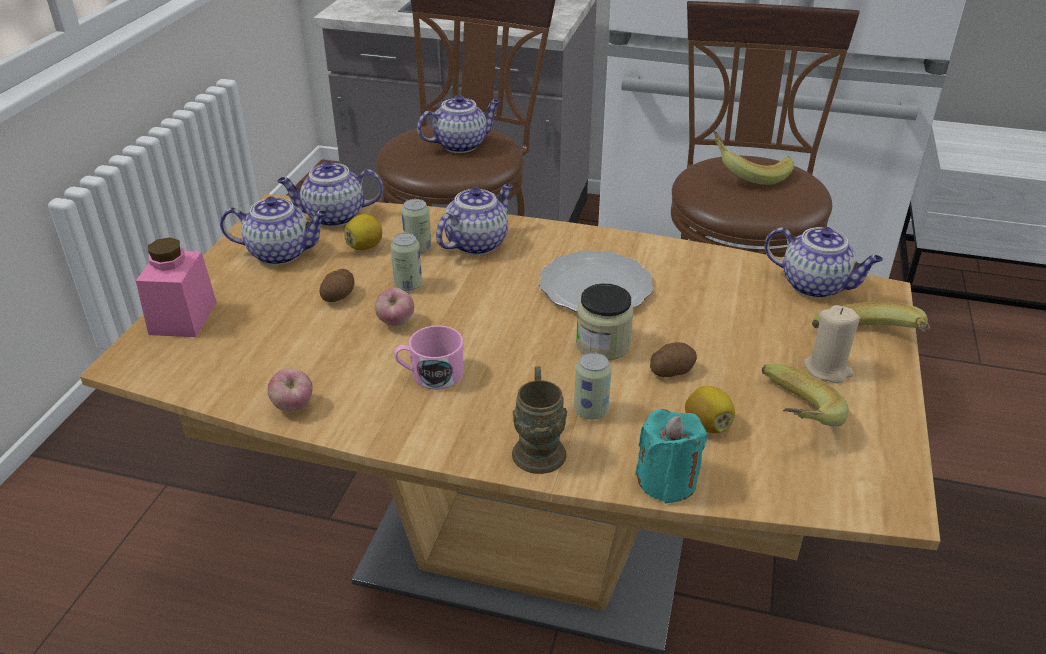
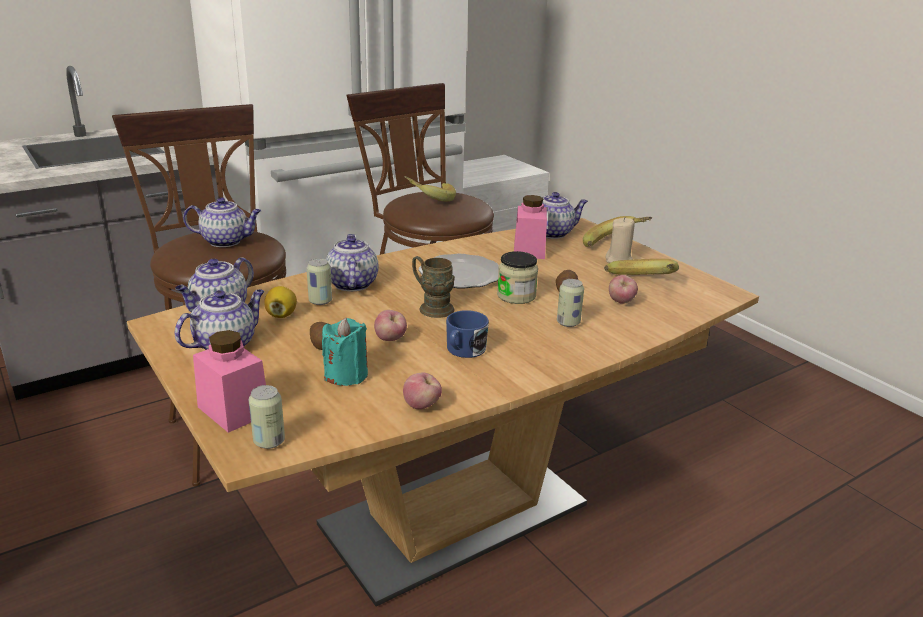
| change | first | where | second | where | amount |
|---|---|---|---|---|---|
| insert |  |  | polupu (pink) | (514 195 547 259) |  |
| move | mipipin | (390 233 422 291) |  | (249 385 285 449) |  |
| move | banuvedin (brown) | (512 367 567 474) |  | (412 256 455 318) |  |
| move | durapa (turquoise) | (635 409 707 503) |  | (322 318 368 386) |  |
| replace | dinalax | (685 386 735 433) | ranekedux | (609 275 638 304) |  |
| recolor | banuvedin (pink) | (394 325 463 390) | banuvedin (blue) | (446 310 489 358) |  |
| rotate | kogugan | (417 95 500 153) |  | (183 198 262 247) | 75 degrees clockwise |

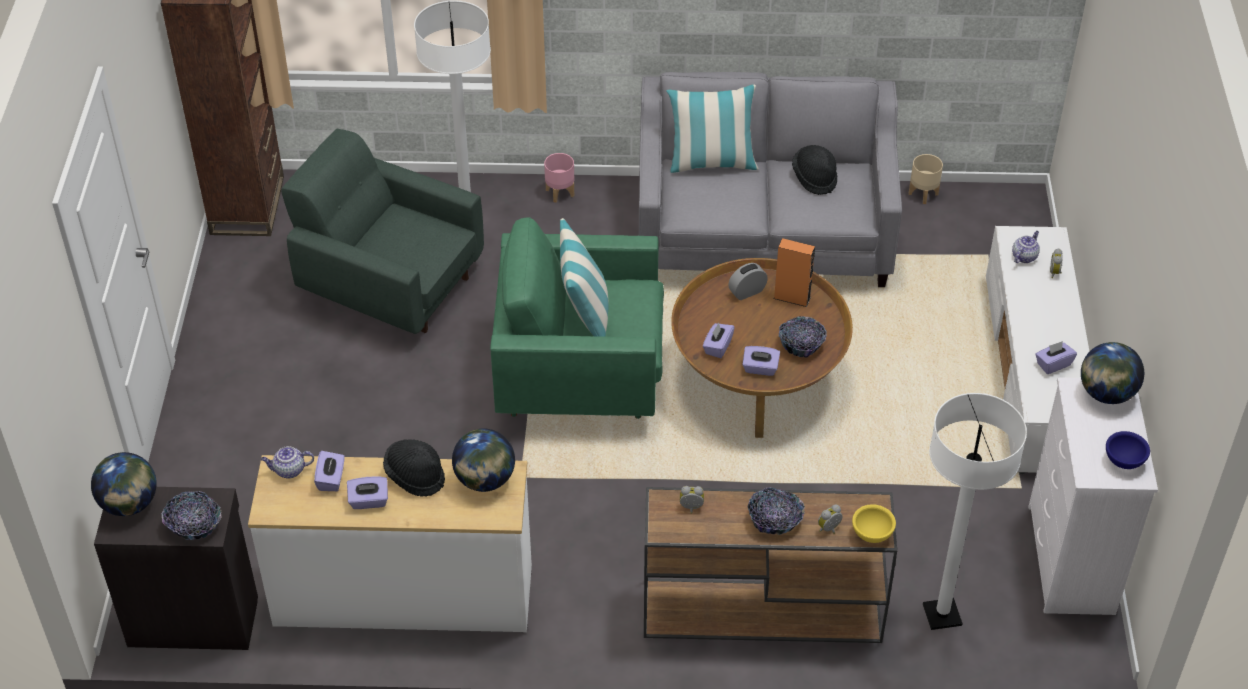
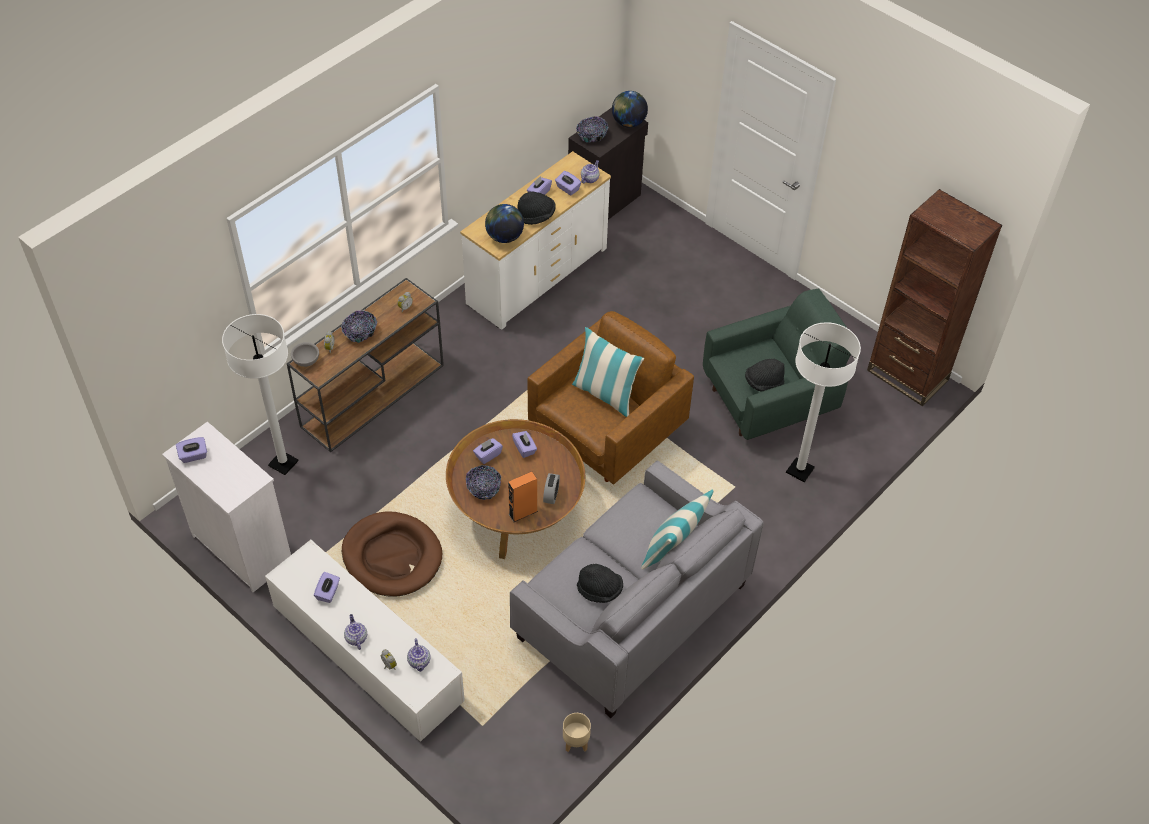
| change | first | where | second | where | amount |
|---|---|---|---|---|---|
| delete | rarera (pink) | (544 153 574 203) |  |  |  |
| delete | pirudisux | (1081 342 1144 404) |  |  |  |
| insert |  |  | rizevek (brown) | (342 511 442 597) |  |
| insert |  |  | kogugan | (344 614 367 650) |  |
| insert |  |  | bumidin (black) | (745 359 784 392) |  |
| replace | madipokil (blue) | (1106 431 1150 469) | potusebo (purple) | (176 437 207 463) |  |
| recolor | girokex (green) | (490 218 664 419) | girokex (brown) | (527 311 694 484) |  |
| recolor | madipokil (yellow) | (852 504 896 543) | madipokil (grey) | (291 342 319 367) |  |

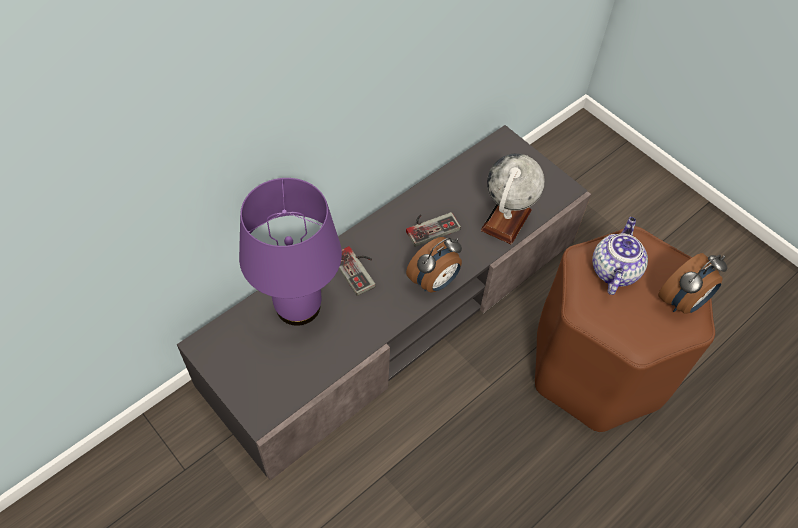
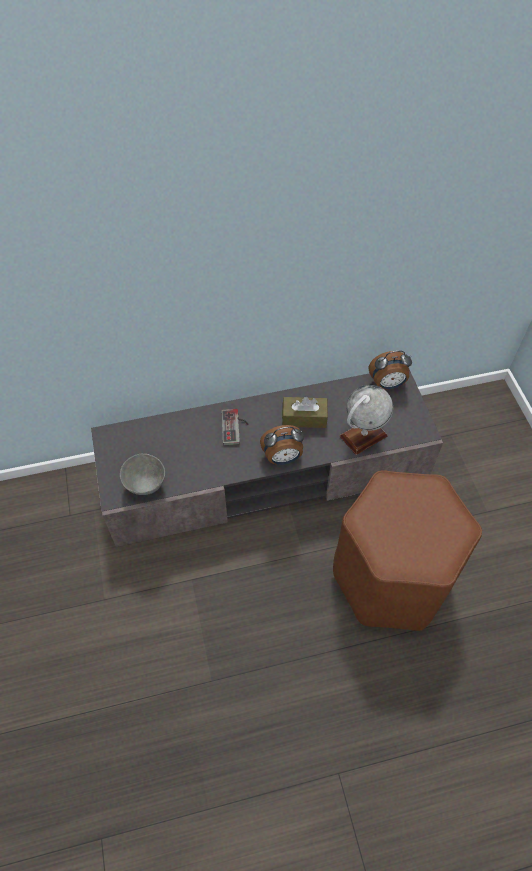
| change | first | where | second | where | amount |
|---|---|---|---|---|---|
| delete | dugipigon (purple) | (239 178 342 326) |  |  |  |
| delete | kogugan | (592 217 648 295) |  |  |  |
| insert |  |  | madipokil (grey) | (120 454 165 495) |  |
| move | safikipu | (658 253 727 314) |  | (369 351 412 390) |  |
| replace | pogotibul | (406 212 461 247) | potusebo (brown) | (282 397 328 428) |  |

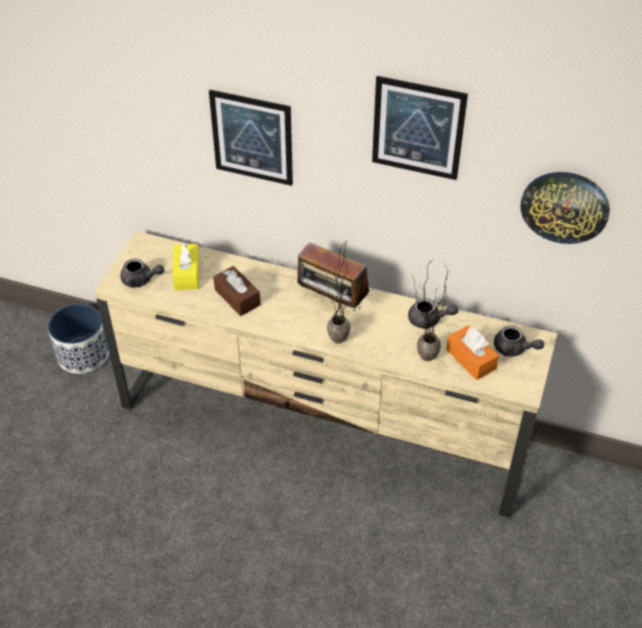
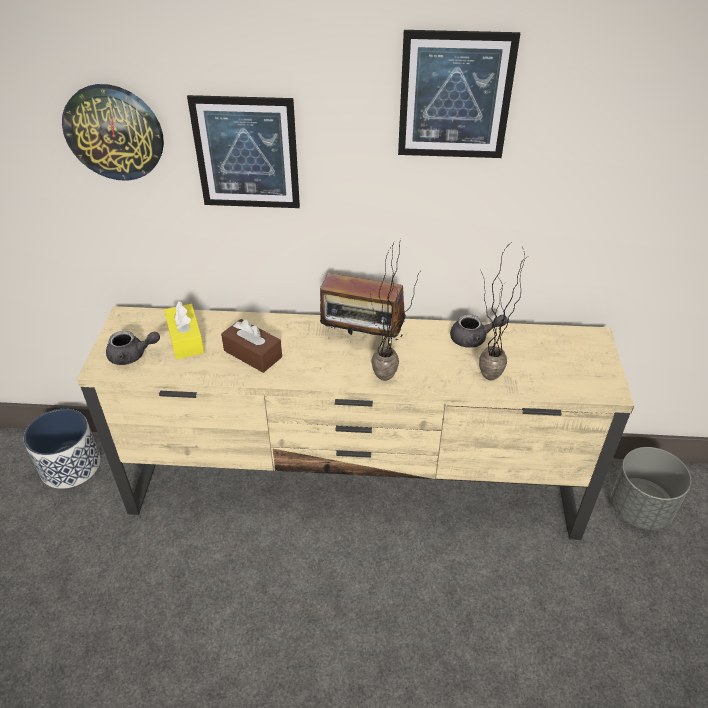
| change | first | where | second | where | amount |
|---|---|---|---|---|---|
| delete | potusebo (orange) | (446 325 499 380) |  |  |  |
| delete | kogugan (grey) | (494 325 544 356) |  |  |  |
| insert |  |  | rarera (grey) | (610 447 691 530) |  |
| move | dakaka | (520 172 610 244) |  | (62 84 164 181) |  |

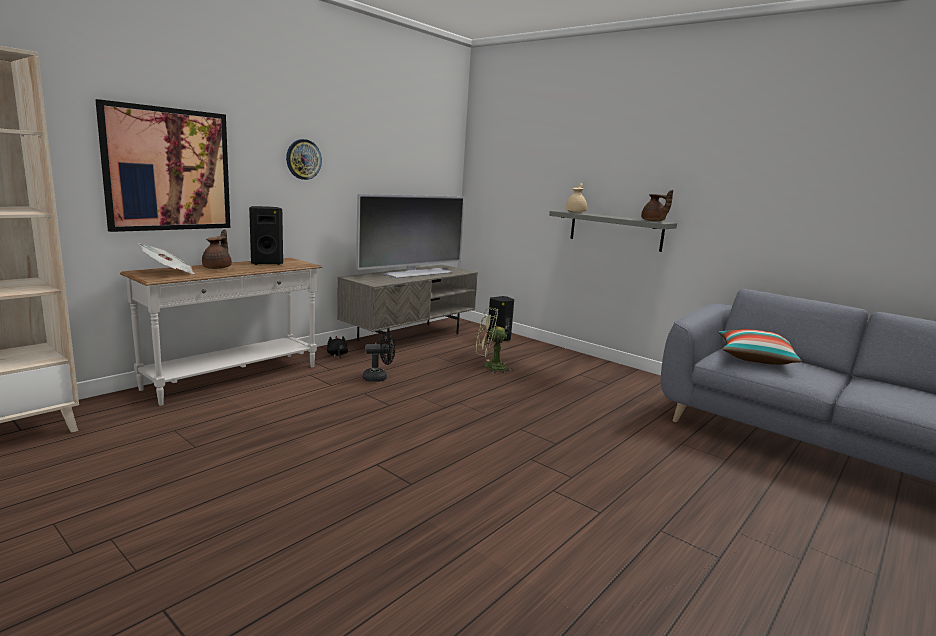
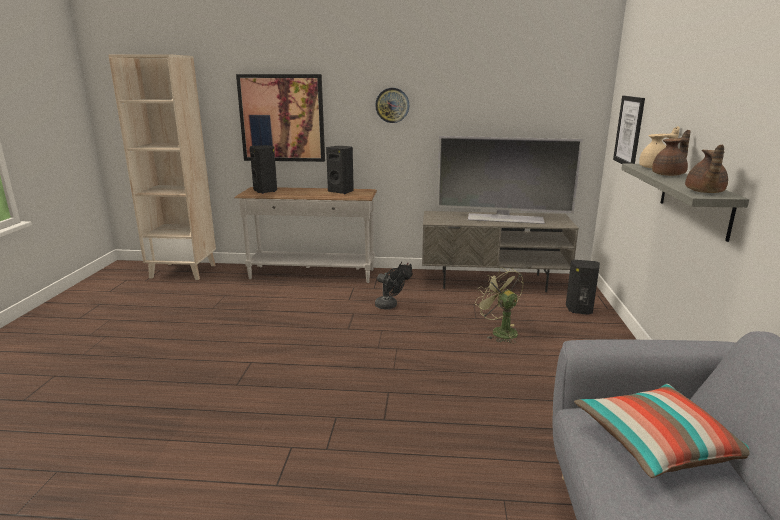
| change | first | where | second | where | amount |
|---|---|---|---|---|---|
| insert |  |  | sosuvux | (613 96 645 164) |  |
| move | kogugan (brown) | (202 229 232 269) |  | (652 130 691 176) |  |
| replace | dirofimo | (138 243 195 274) | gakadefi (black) | (250 145 277 194) |  |

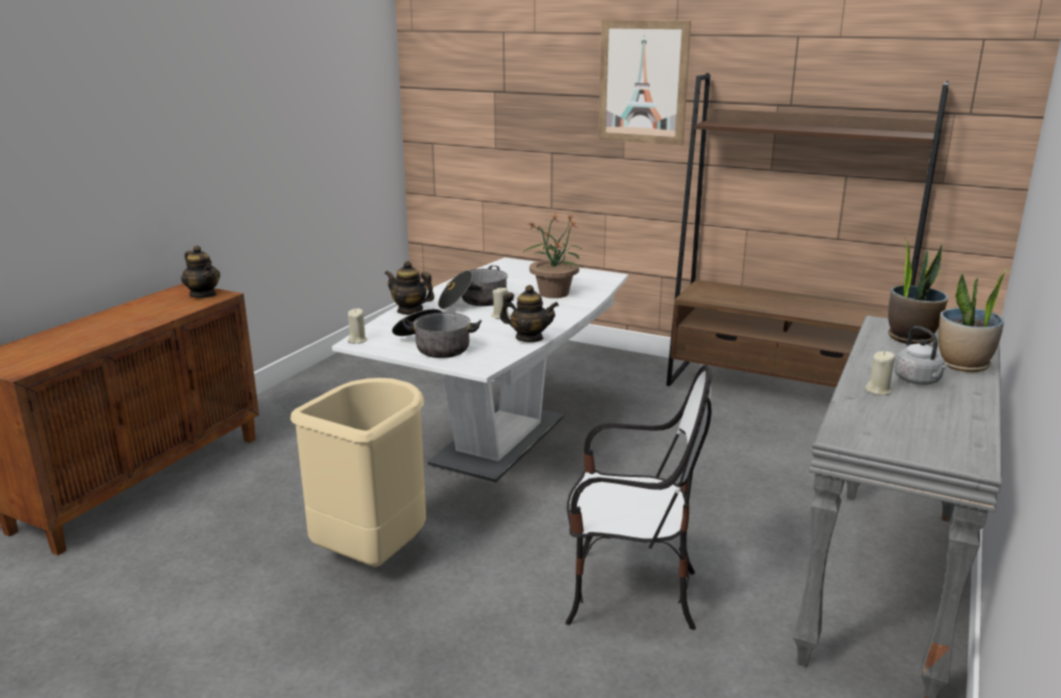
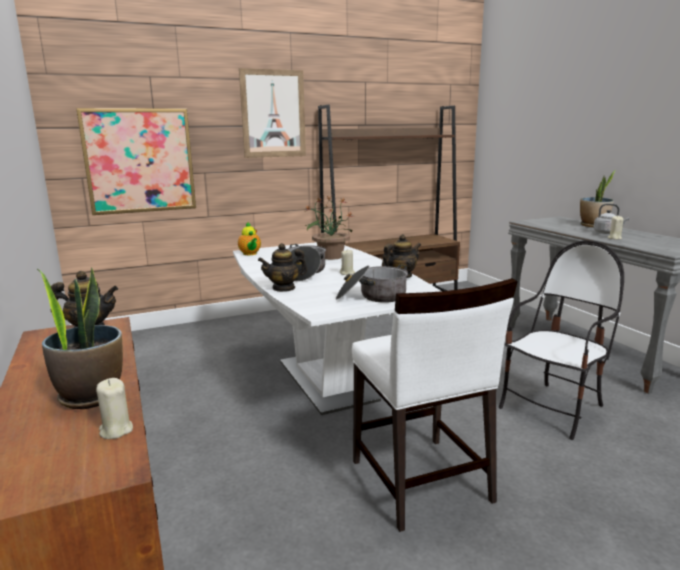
| change | first | where | second | where | amount |
|---|---|---|---|---|---|
| insert |  |  | sosuvux | (76 108 196 215) |  |
| insert |  |  | kogugan | (238 222 261 255) |  |
| move | durapa (beige) | (348 309 367 344) |  | (96 378 133 439) |  |
| move | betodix | (888 238 948 344) |  | (36 267 123 409) |  |
| replace | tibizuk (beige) | (290 378 426 567) | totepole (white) | (352 278 518 532) |  |

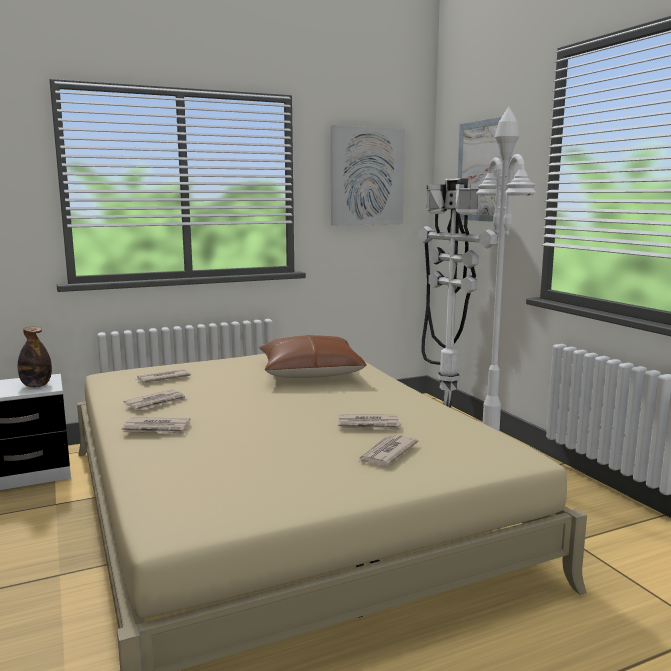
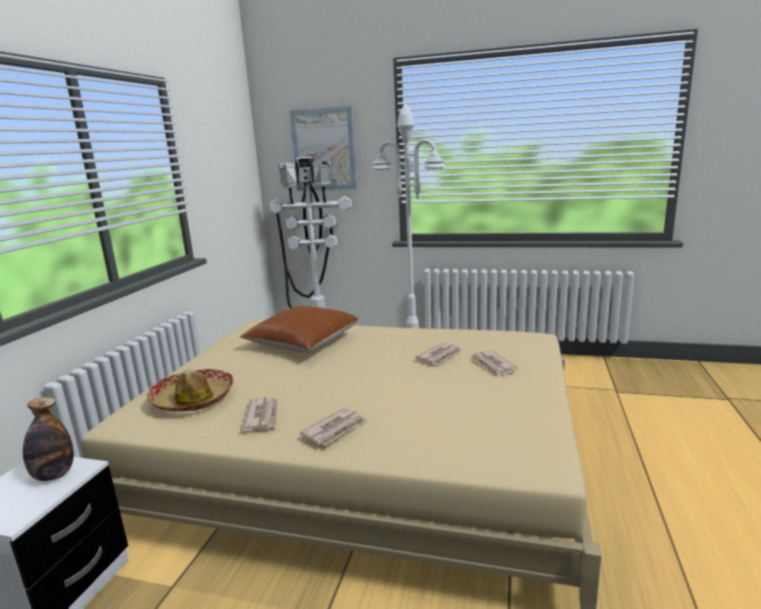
| change | first | where | second | where | amount |
|---|---|---|---|---|---|
| delete | sosuvux | (331 125 405 225) |  |  |  |
| replace | dirofimo | (136 369 191 383) | bumidin | (147 369 234 411) |  |

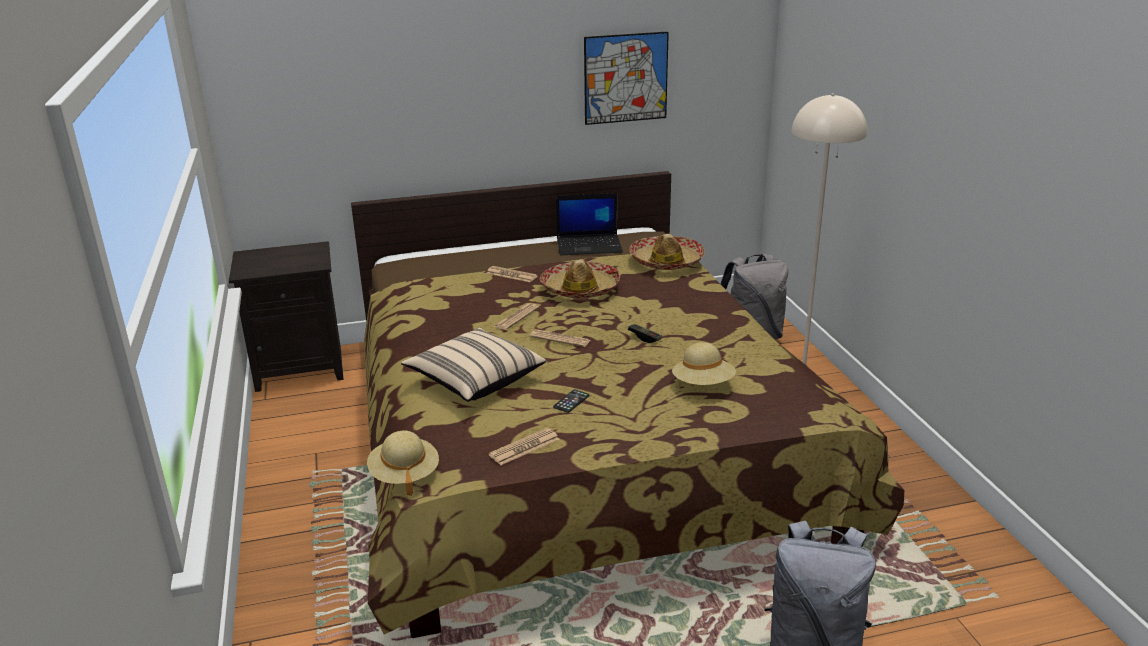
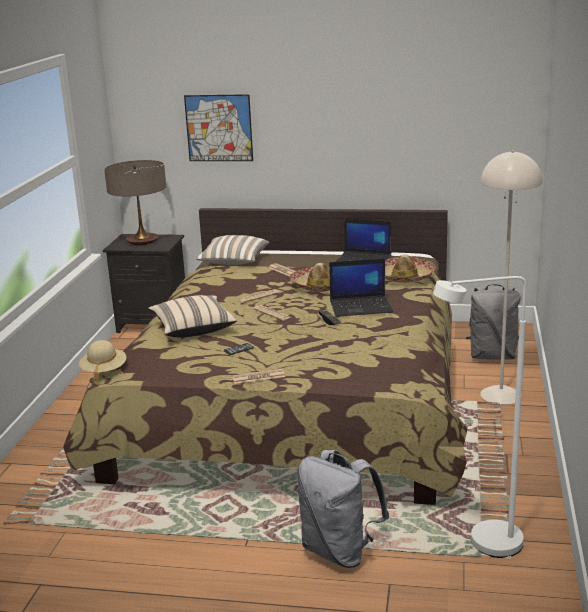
| change | first | where | second | where | amount |
|---|---|---|---|---|---|
| delete | bumidin (beige) | (672 342 736 385) |  |  |  |
| insert |  |  | dugipigon | (104 160 166 245) |  |
| insert |  |  | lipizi | (196 235 270 265) |  |
| insert |  |  | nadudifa | (329 259 393 317) |  |
| insert |  |  | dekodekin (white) | (433 276 526 558) |  |
| move | dirofimo | (489 428 560 465) |  | (232 369 285 384) |  |
| move | sosuvux | (584 31 669 125) |  | (184 94 253 161) |  |

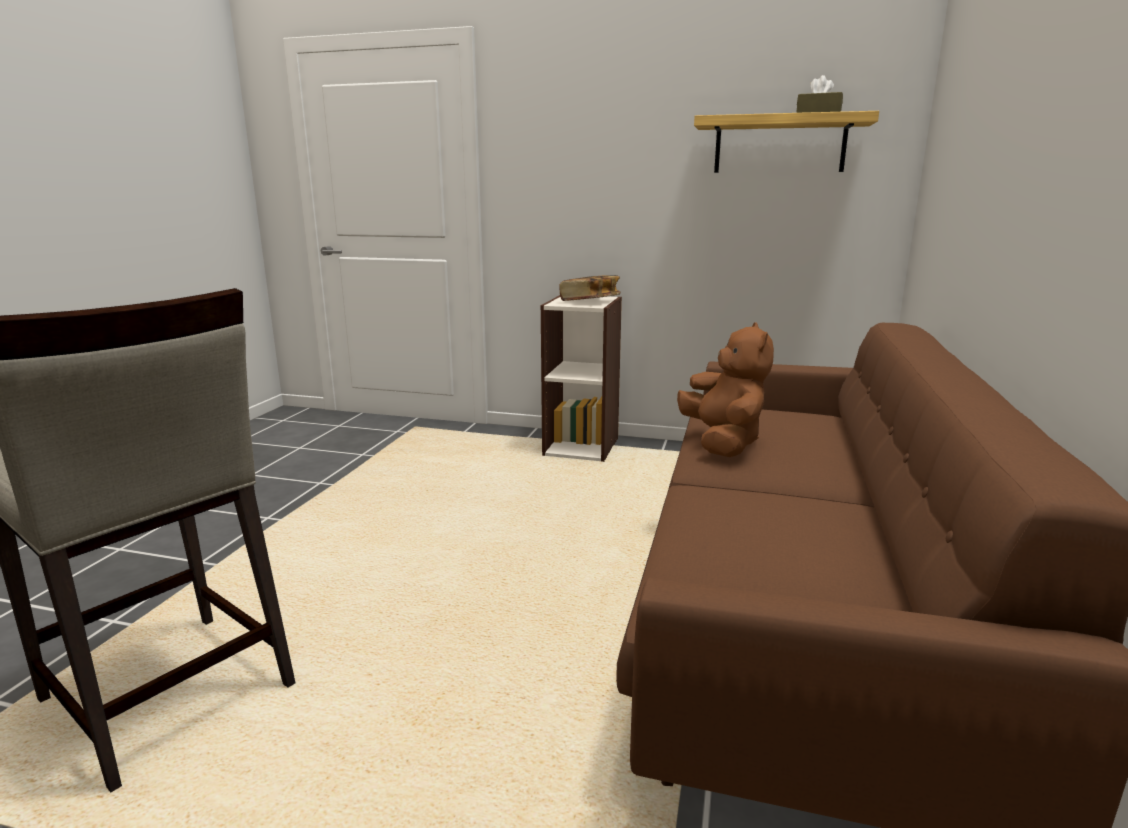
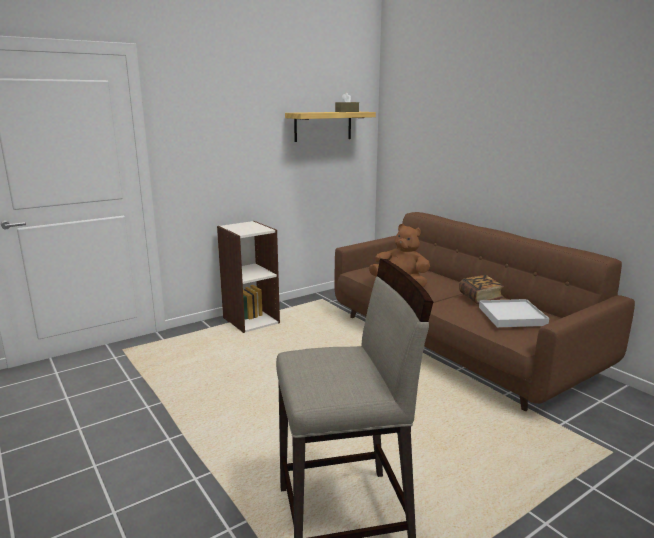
| change | first | where | second | where | amount |
|---|---|---|---|---|---|
| insert |  |  | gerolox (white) | (479 299 549 327) |  |
| move | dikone | (559 275 621 301) |  | (459 275 504 304) |  |

